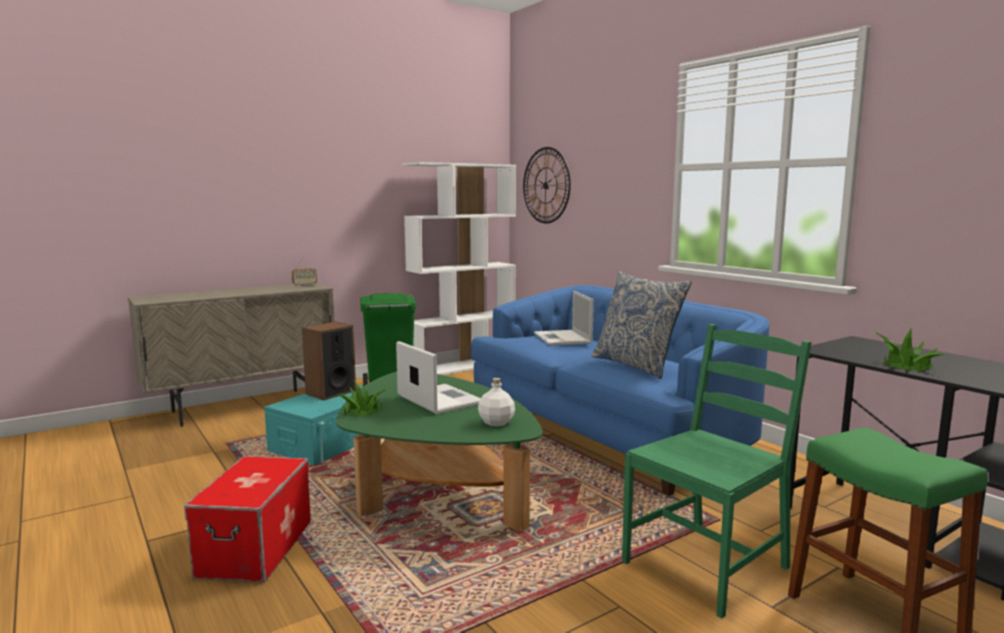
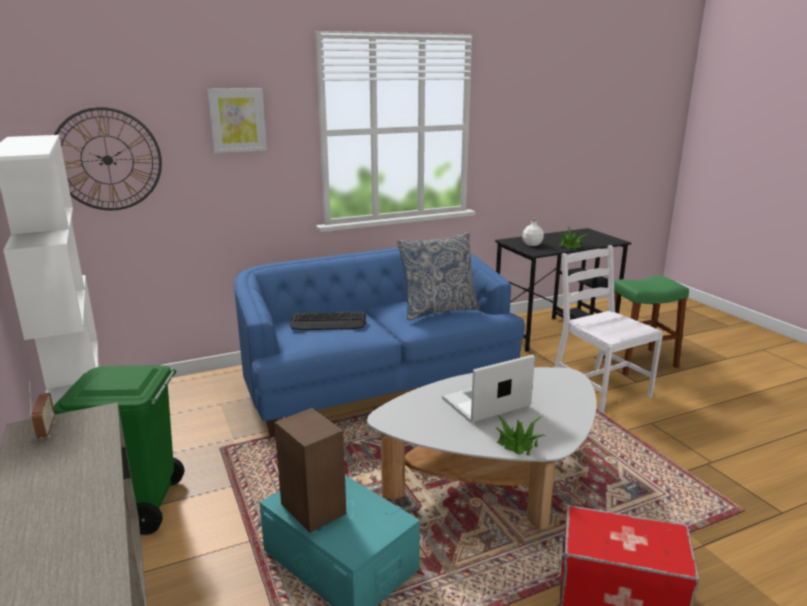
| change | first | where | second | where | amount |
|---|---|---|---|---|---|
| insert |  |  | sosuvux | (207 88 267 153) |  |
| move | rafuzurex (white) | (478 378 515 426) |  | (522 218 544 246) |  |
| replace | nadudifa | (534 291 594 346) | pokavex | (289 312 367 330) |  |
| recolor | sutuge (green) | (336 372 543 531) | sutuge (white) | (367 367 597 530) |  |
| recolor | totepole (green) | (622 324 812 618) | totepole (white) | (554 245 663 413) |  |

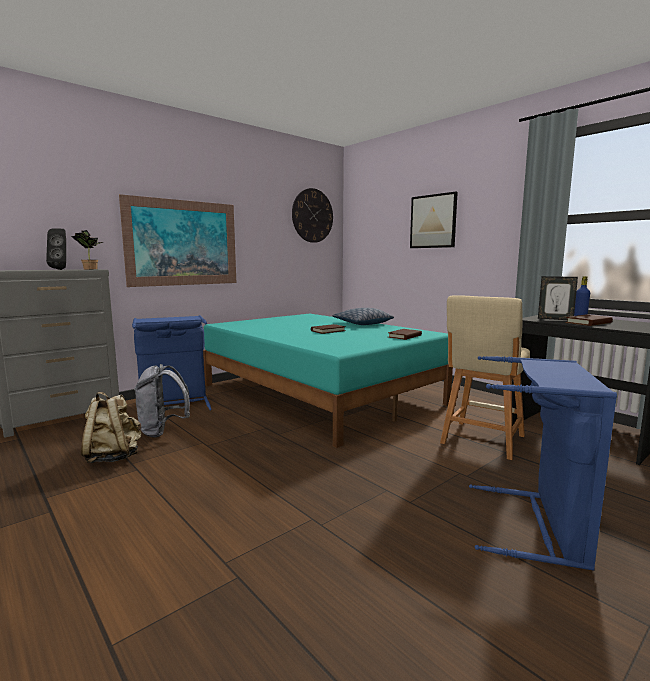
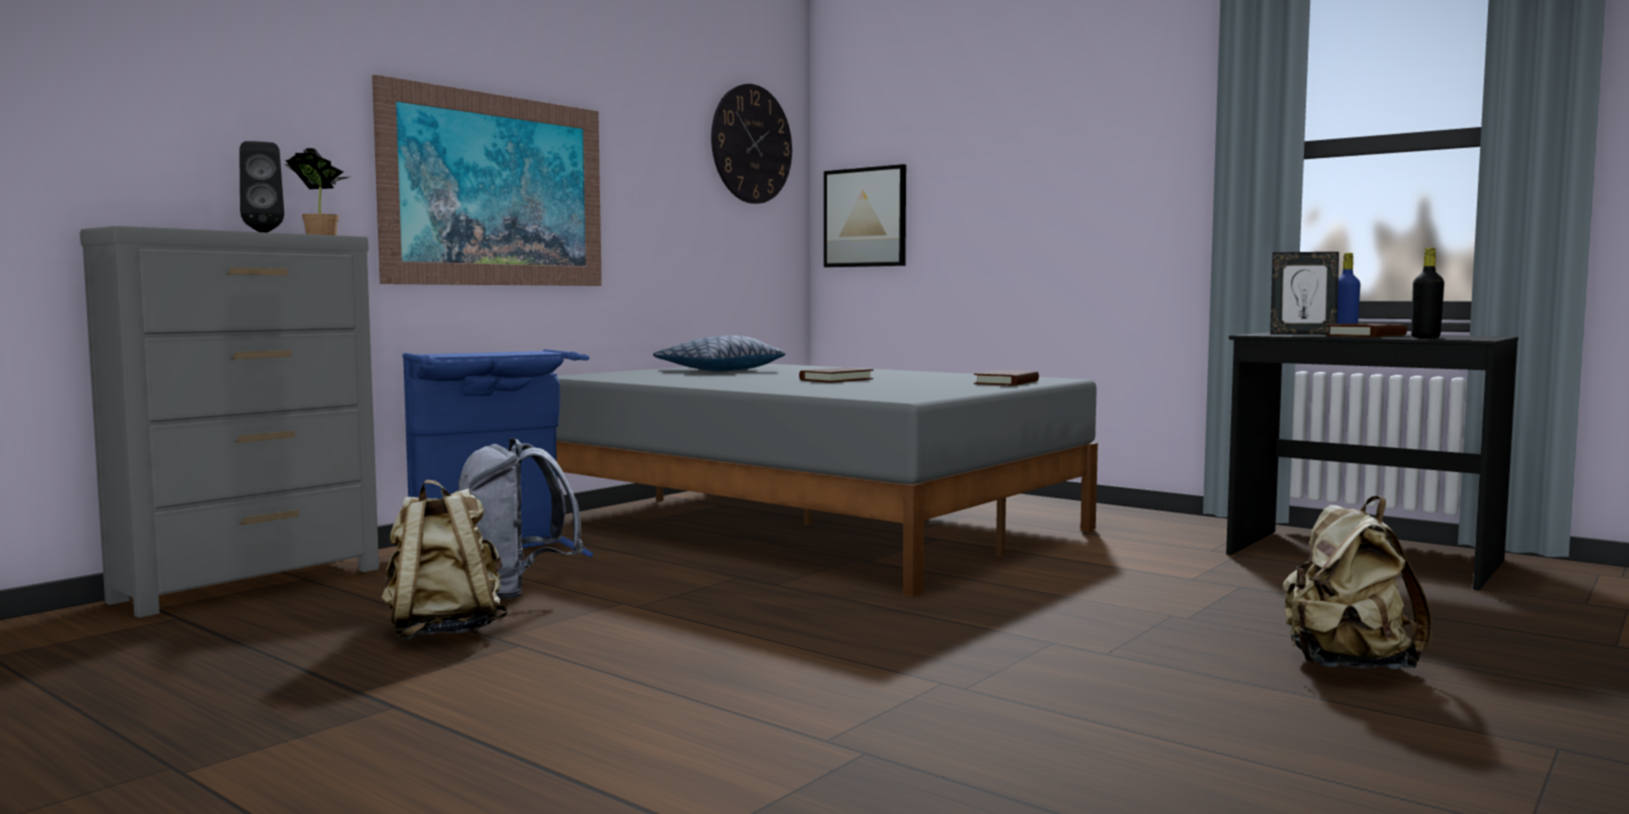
| change | first | where | second | where | amount |
|---|---|---|---|---|---|
| delete | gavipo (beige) | (440 295 530 460) |  |  |  |
| insert |  |  | rafuzurex (black) | (1411 248 1444 338) |  |
| move | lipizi | (332 308 394 325) |  | (653 335 785 371) |  |
| move | sosuvux | (410 191 458 248) |  | (824 164 906 267) |  |
| replace | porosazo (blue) | (469 356 617 571) | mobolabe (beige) | (1283 496 1432 669) |  |
| recolor | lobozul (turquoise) | (203 314 453 448) | lobozul (grey) | (556 364 1098 597) |  |

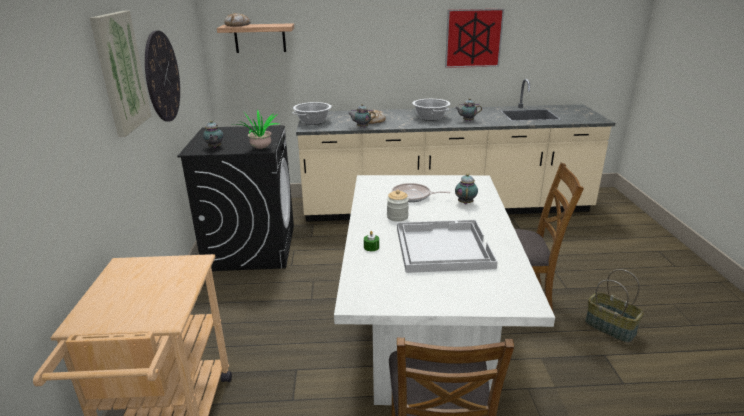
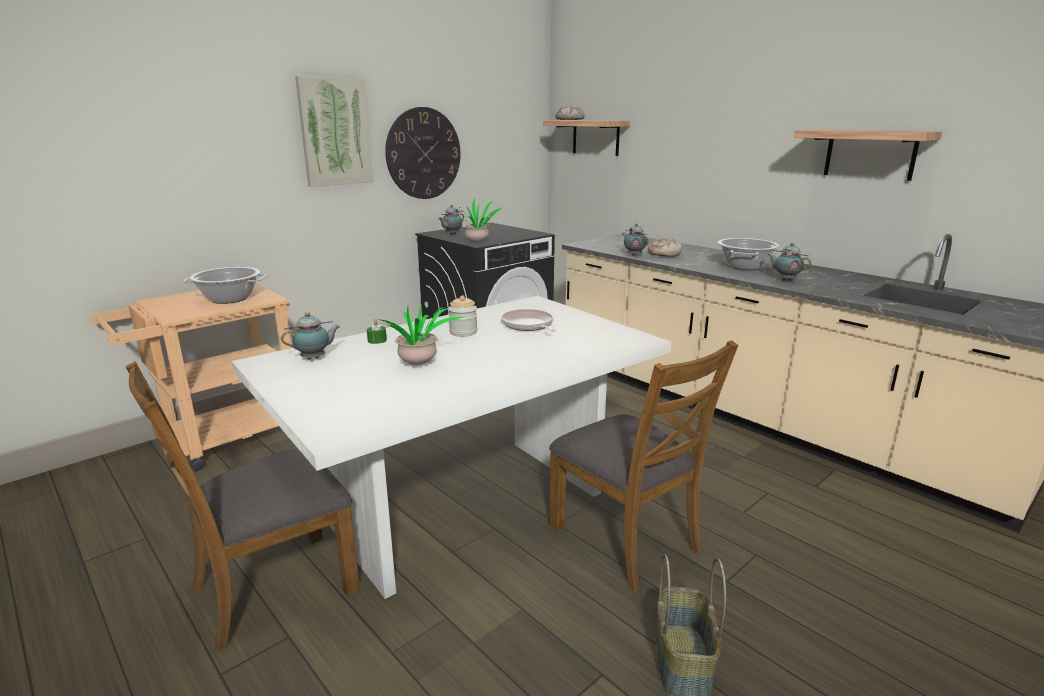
| change | first | where | second | where | amount |
|---|---|---|---|---|---|
| move | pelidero | (292 102 332 125) |  | (183 267 267 304) |  |
| move | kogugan | (455 174 478 204) |  | (281 312 340 360) |  |
| replace | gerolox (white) | (397 220 498 273) | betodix | (378 305 463 365) |  |
| replace | sosuvux | (445 9 504 68) | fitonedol | (794 130 942 181) |  |

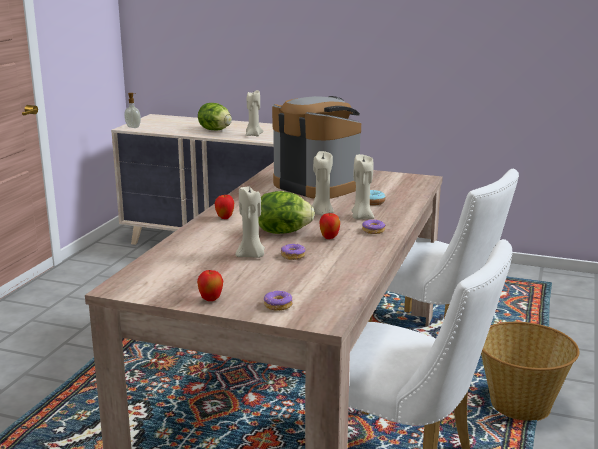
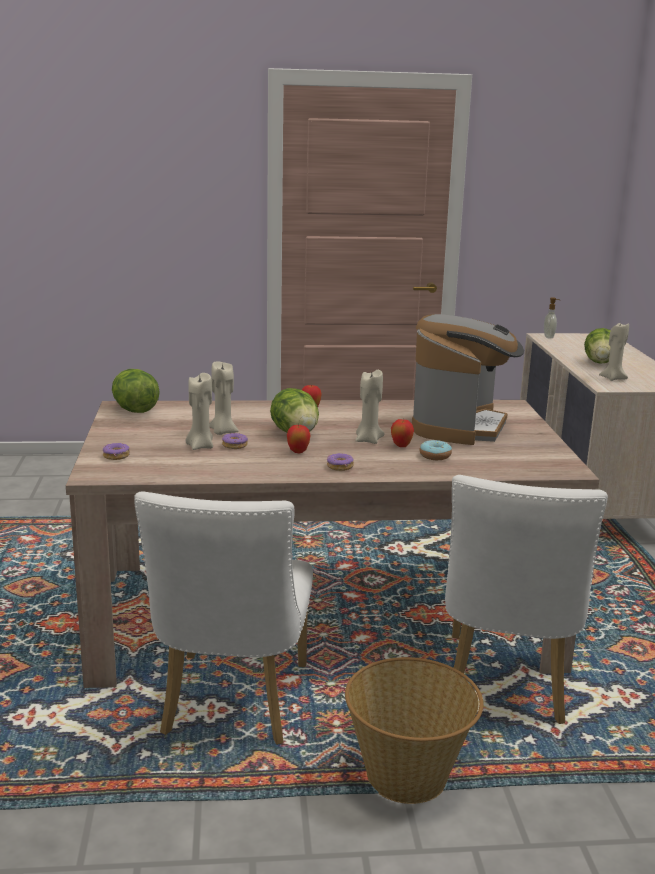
| change | first | where | second | where | amount |
|---|---|---|---|---|---|
| insert |  |  | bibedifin | (112 369 160 413) |  |
| move | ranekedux | (197 270 223 301) |  | (391 419 414 447) |  |
| move | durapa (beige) | (352 154 374 219) |  | (185 373 213 450) |  |

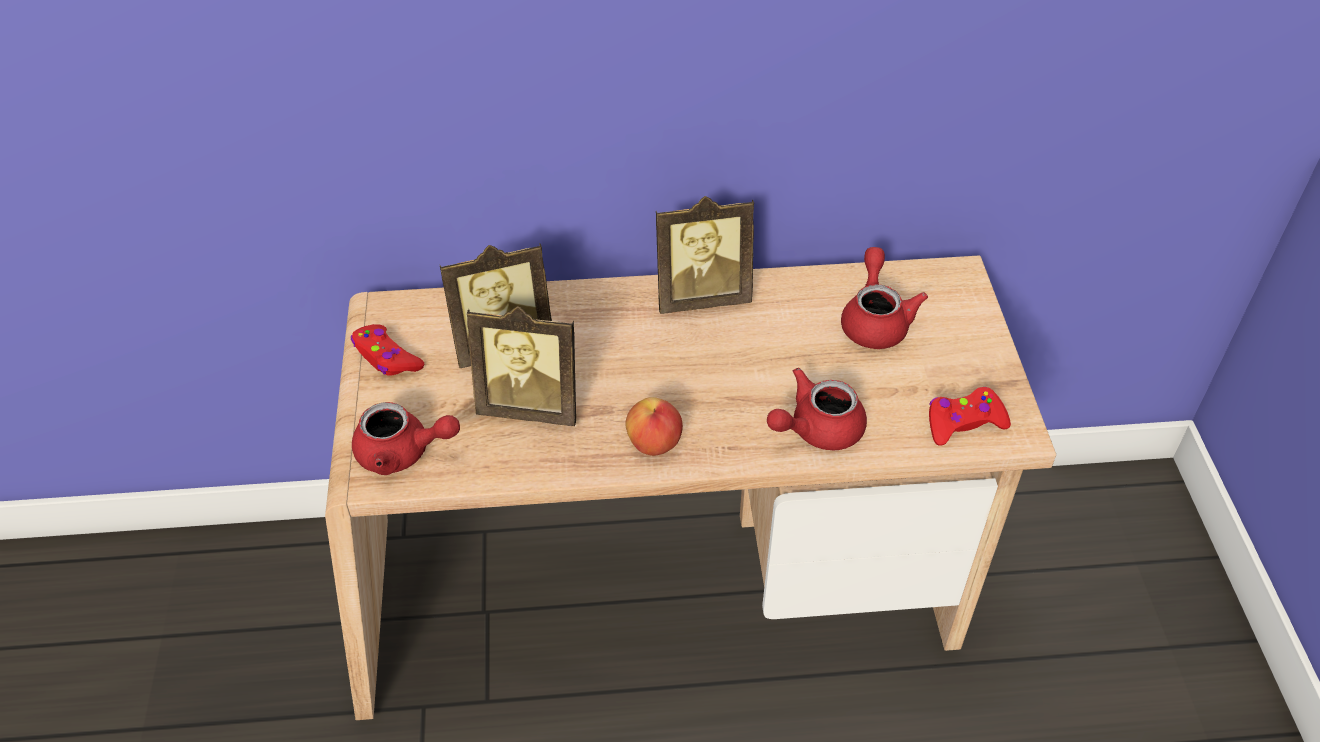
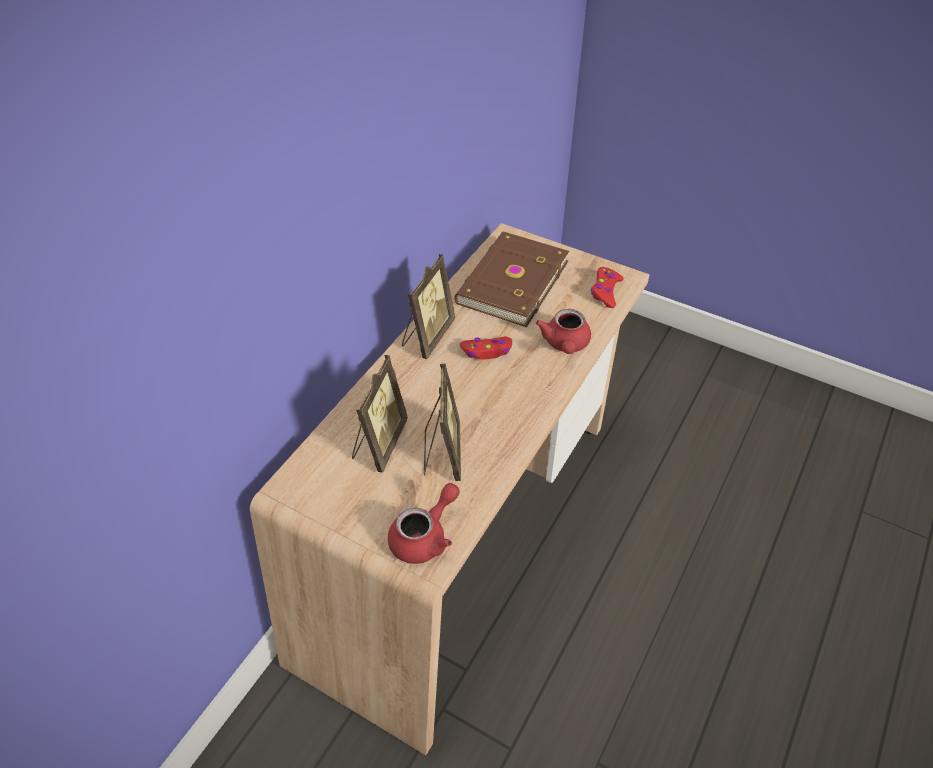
| change | first | where | second | where | amount |
|---|---|---|---|---|---|
| delete | ranekedux | (625 397 683 456) |  |  |  |
| move | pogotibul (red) | (351 324 424 376) |  | (460 337 512 360) |  |
| replace | kogugan (red) | (841 247 928 349) | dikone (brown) | (454 232 569 327) |  |
| rotate | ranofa | (467 306 576 426) |  | (424 364 461 481) | 45 degrees counterclockwise |

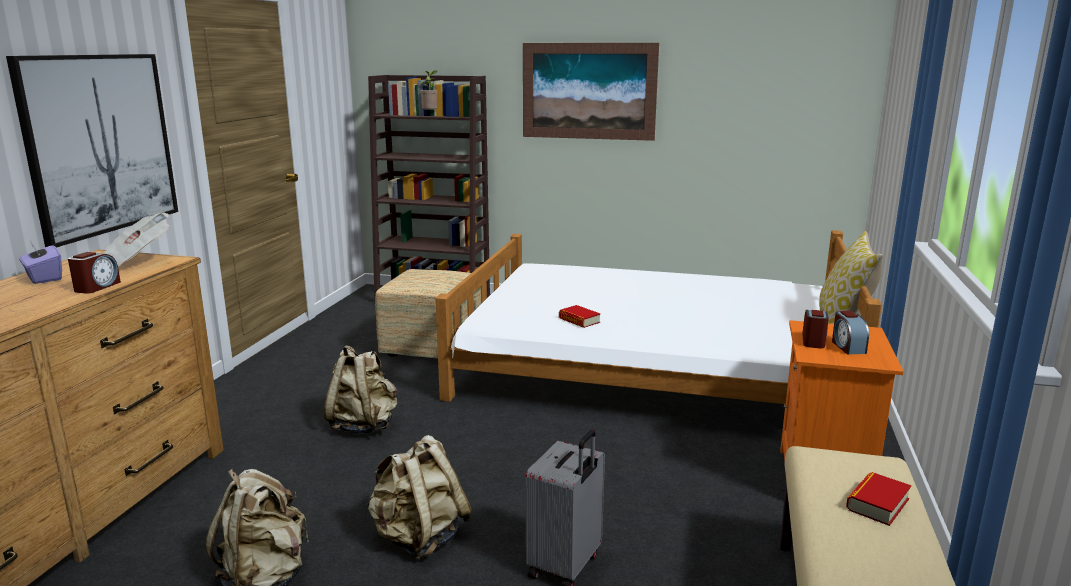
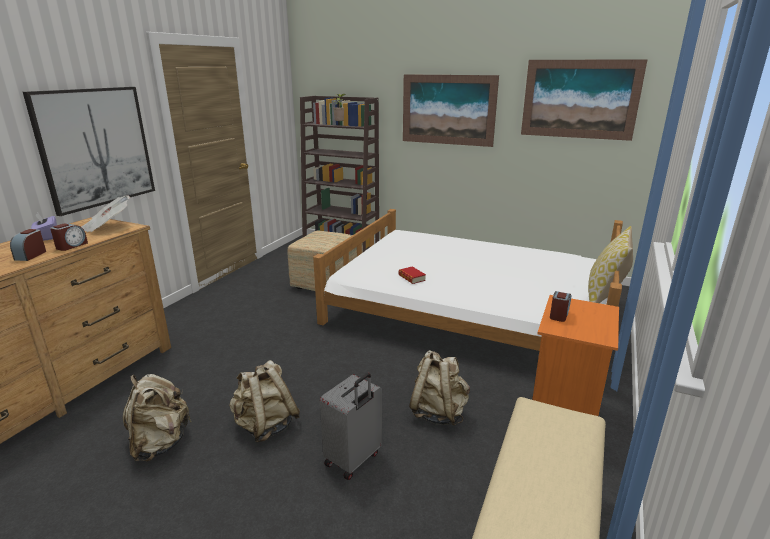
| change | first | where | second | where | amount |
|---|---|---|---|---|---|
| delete | dikone | (846 472 911 526) |  |  |  |
| insert |  |  | sosuvux | (521 59 648 141) |  |
| move | mobolabe (beige) | (324 345 398 434) |  | (409 350 470 426) |  |
| move | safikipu | (832 311 869 354) |  | (10 229 46 261) |  |

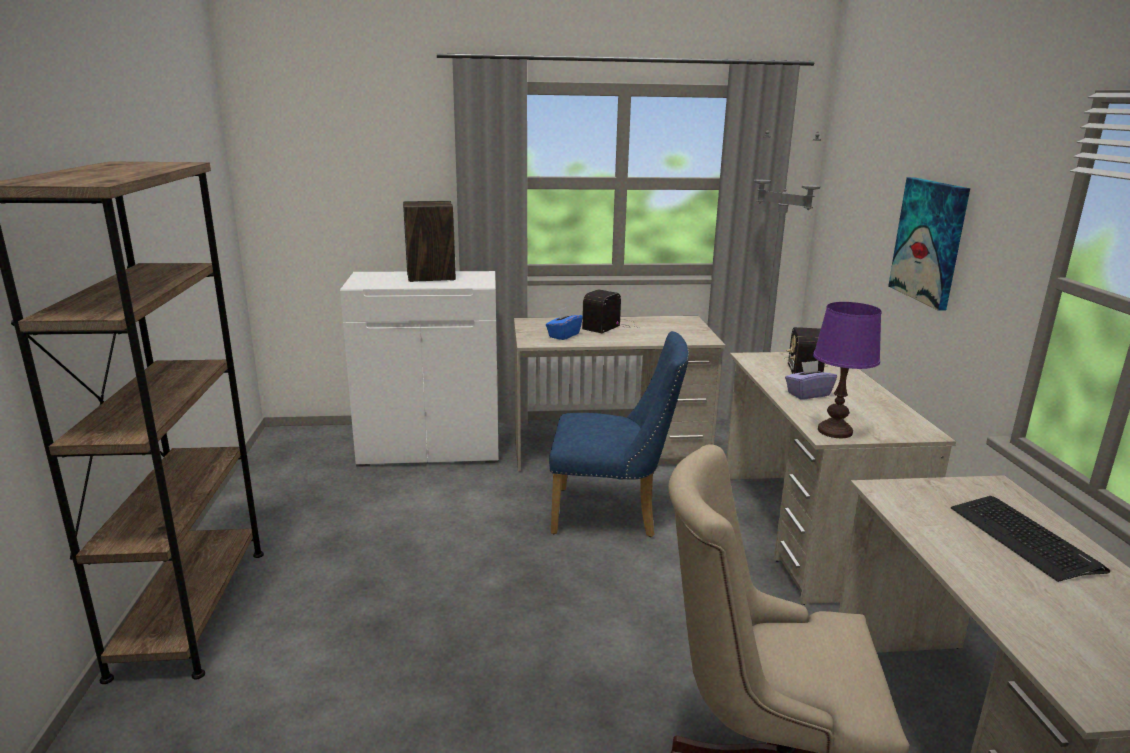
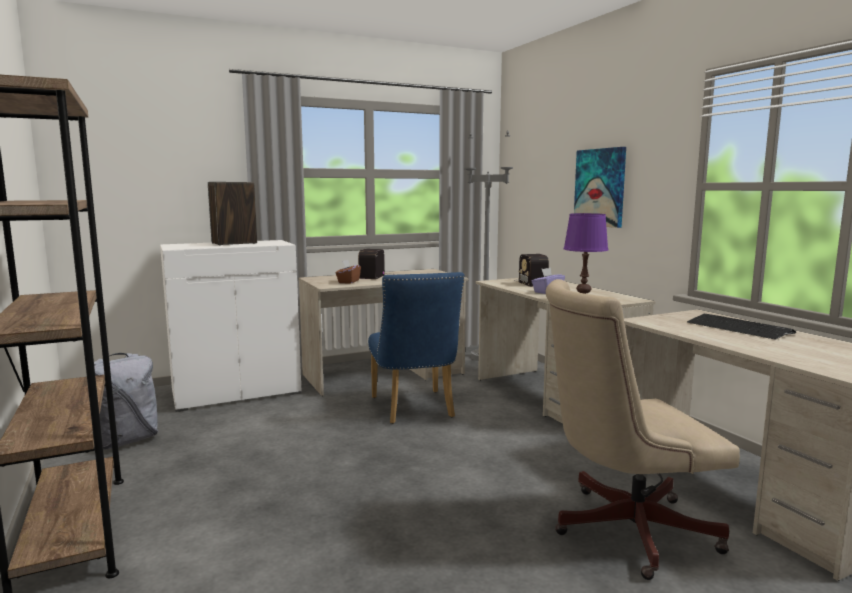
| change | first | where | second | where | amount |
|---|---|---|---|---|---|
| insert |  |  | mobolabe (grey) | (94 353 158 449) |  |
| recolor | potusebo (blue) | (546 307 583 340) | potusebo (brown) | (336 260 361 284) |  |
| rotate | totepole (blue) | (549 331 689 537) |  | (368 272 464 424) | 90 degrees clockwise |

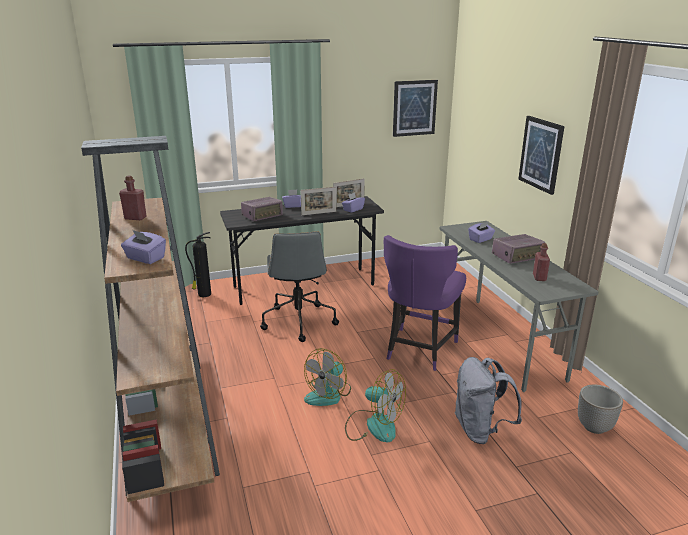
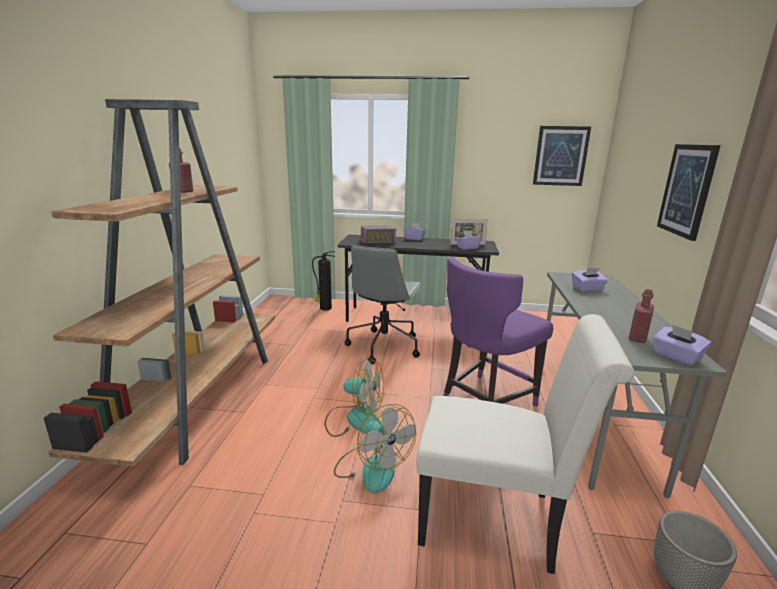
| change | first | where | second | where | amount |
|---|---|---|---|---|---|
| delete | ranofa | (301 187 336 215) |  |  |  |
| delete | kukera | (492 234 545 264) |  |  |  |
| move | potusebo (purple) | (121 230 166 264) |  | (652 324 711 366) |  |
| replace | mobolabe (grey) | (454 357 522 444) | totepole (white) | (416 314 635 574) |  |
| rotate | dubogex | (304 348 351 406) |  | (325 358 384 437) | 135 degrees counterclockwise |

